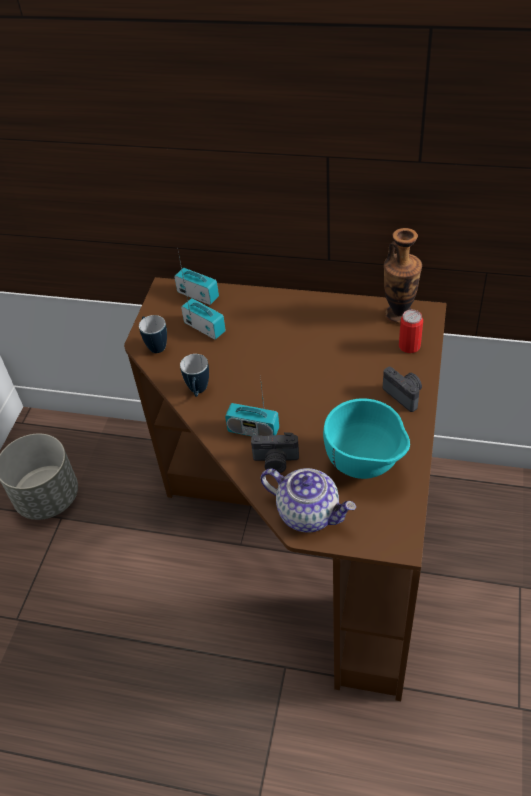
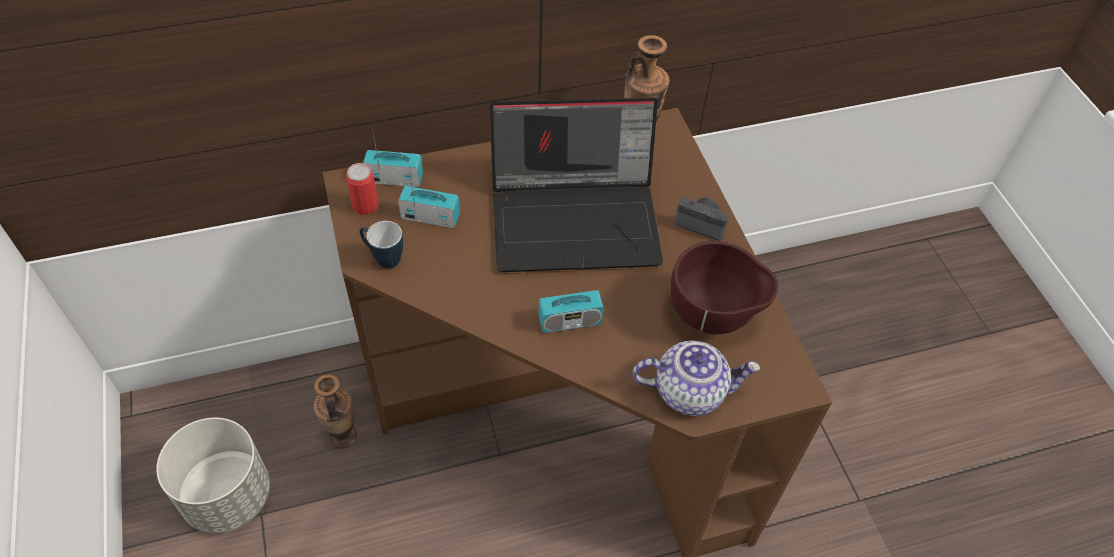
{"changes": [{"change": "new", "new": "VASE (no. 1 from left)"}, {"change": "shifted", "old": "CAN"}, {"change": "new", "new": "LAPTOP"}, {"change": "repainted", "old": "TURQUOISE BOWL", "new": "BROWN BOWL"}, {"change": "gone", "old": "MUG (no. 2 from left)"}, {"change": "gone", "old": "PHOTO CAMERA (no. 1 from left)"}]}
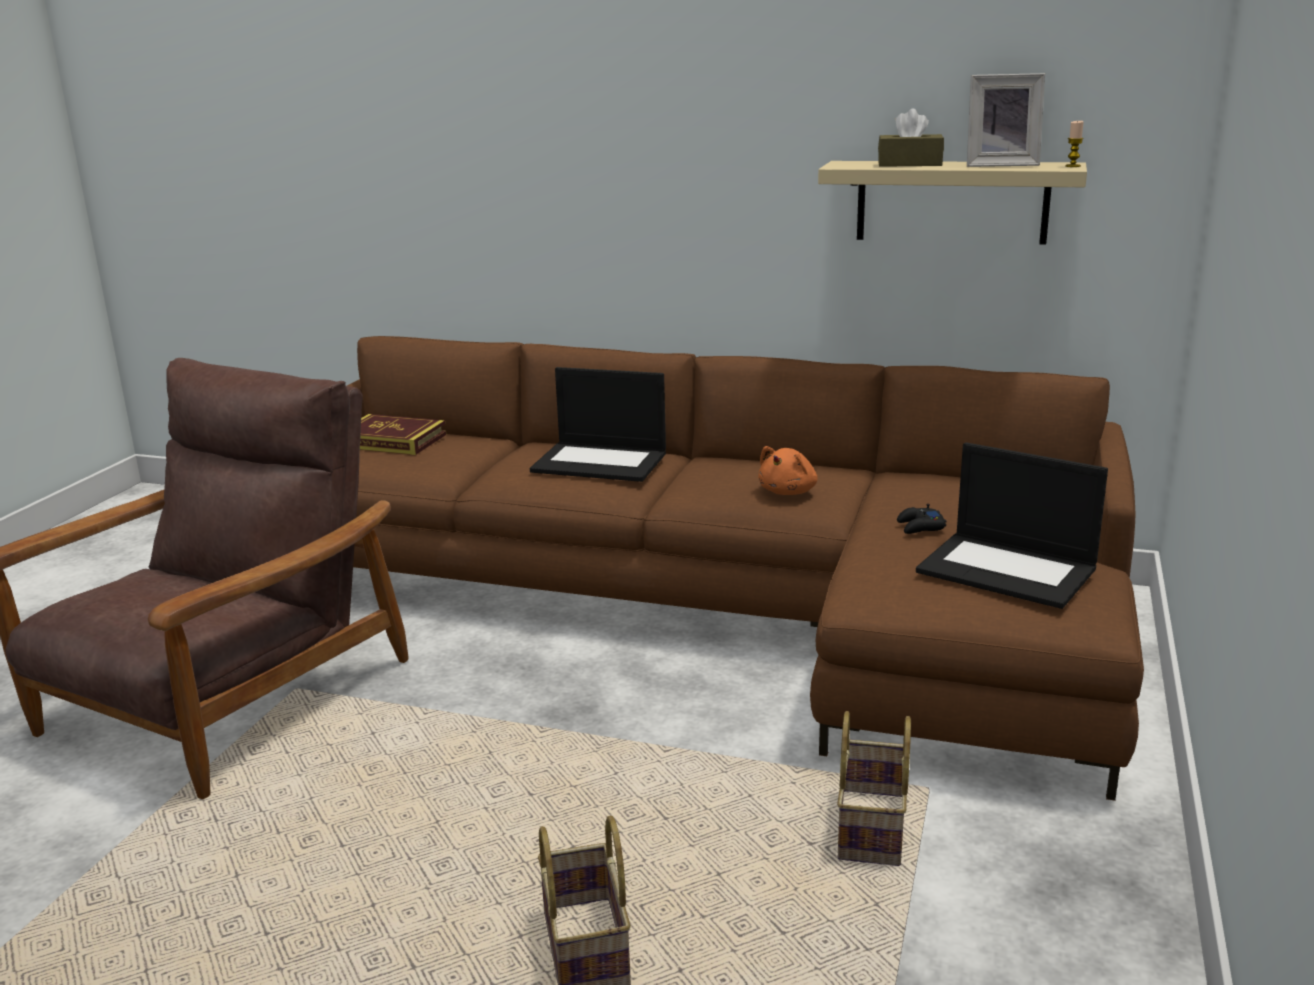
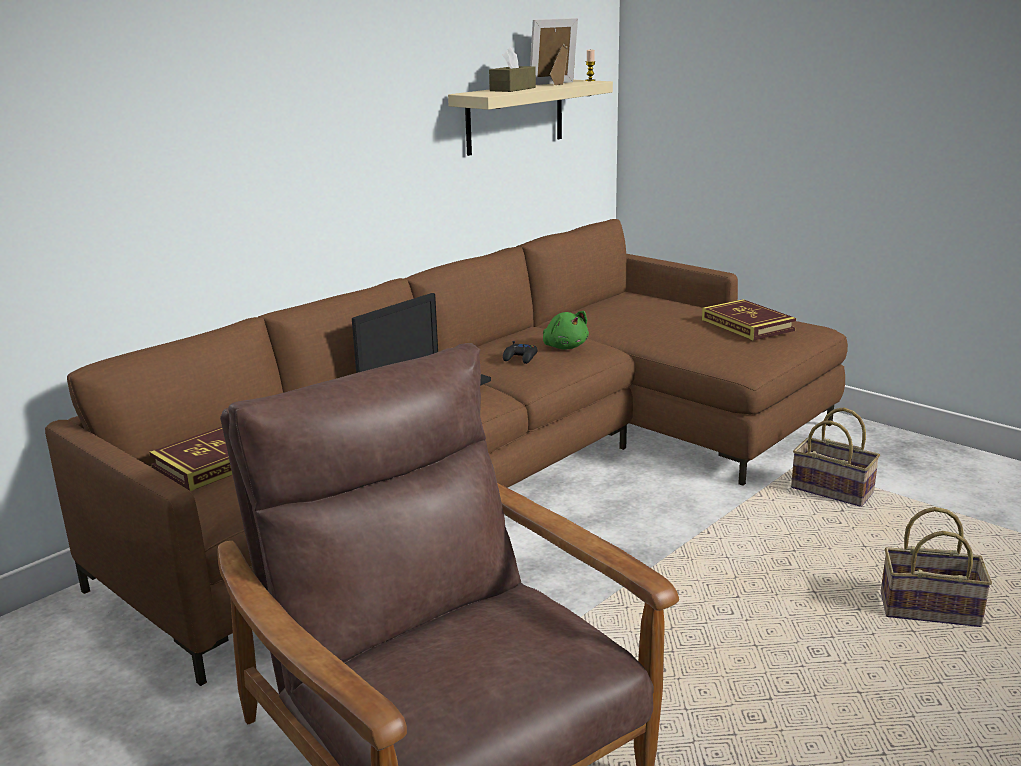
{"changes": [{"change": "shifted", "old": "BLACK GAME CONTROLLER"}, {"change": "rotated", "old": "PICTURE FRAME", "degrees": -150}, {"change": "repainted", "old": "ORANGE PLUSH TOY", "new": "GREEN PLUSH TOY"}, {"change": "swapped", "old": "LAPTOP (no. 2 from left)", "new": "BOOK (no. 2 from left)"}]}
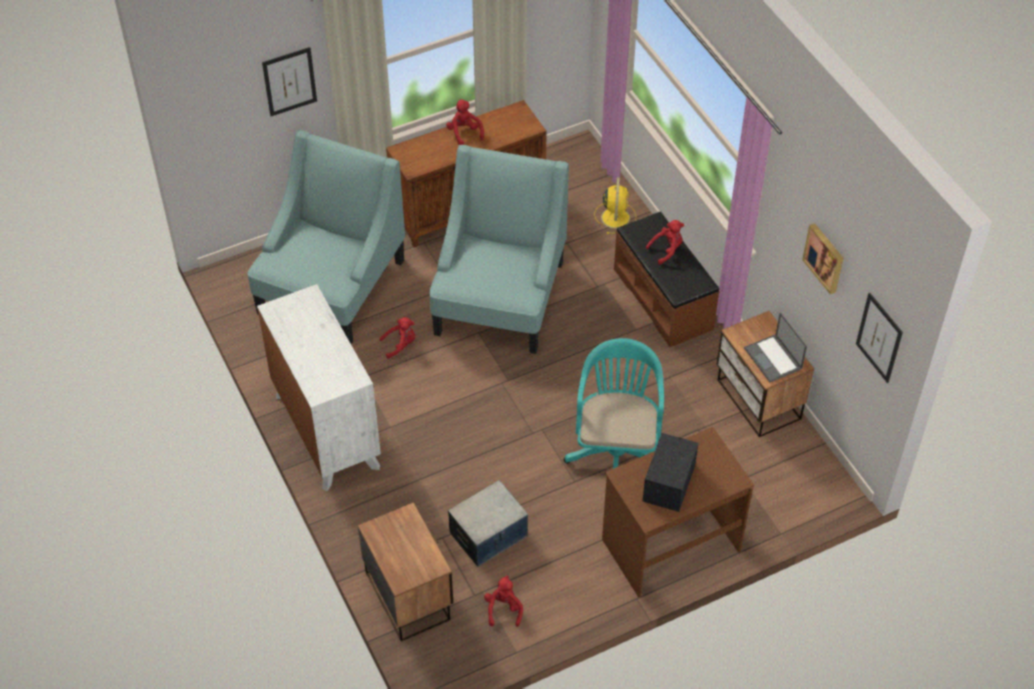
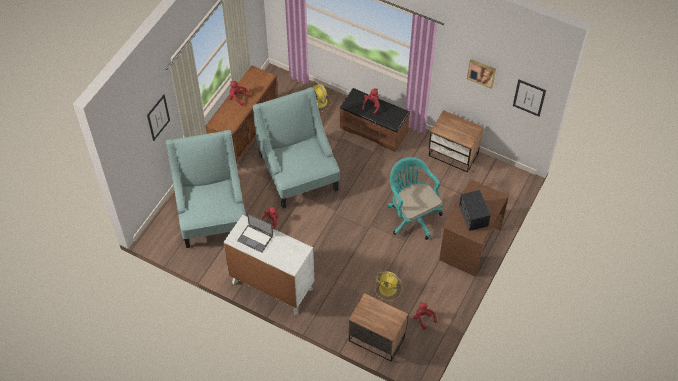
{"changes": [{"change": "shifted", "old": "LAPTOP"}, {"change": "swapped", "old": "STORAGE BOX", "new": "YELLOW FAN (no. 2 from left)"}]}
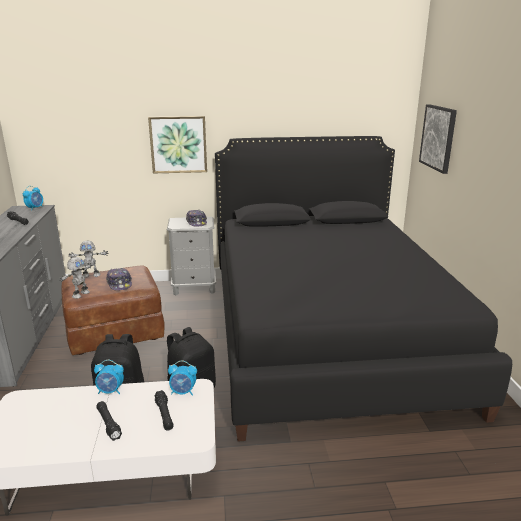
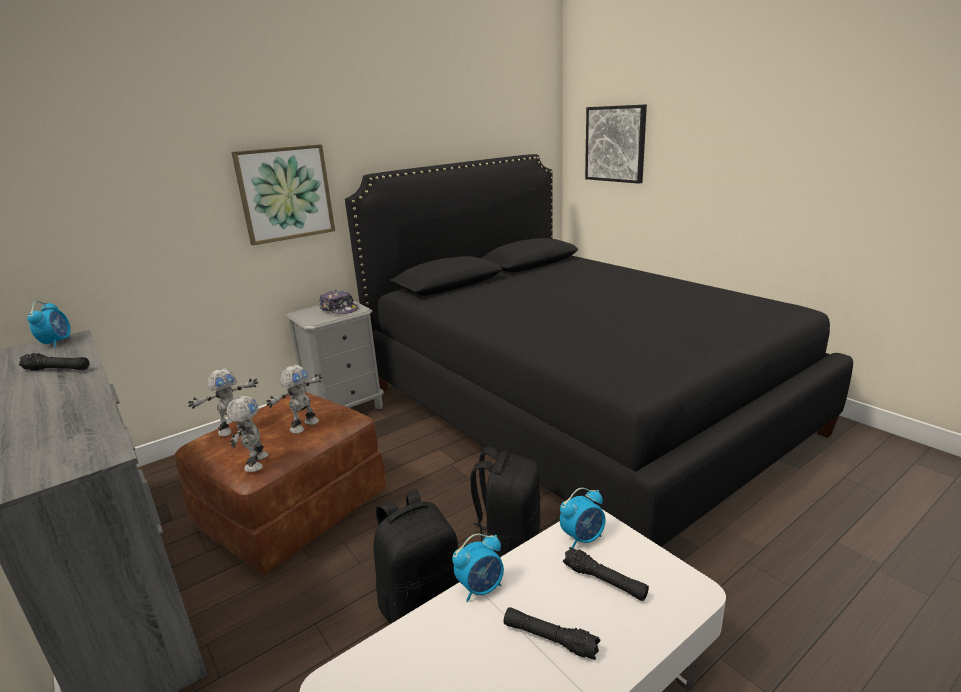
{"changes": [{"change": "swapped", "old": "CAP (no. 1 from left)", "new": "TOY ROBOT (no. 3 from left)"}]}
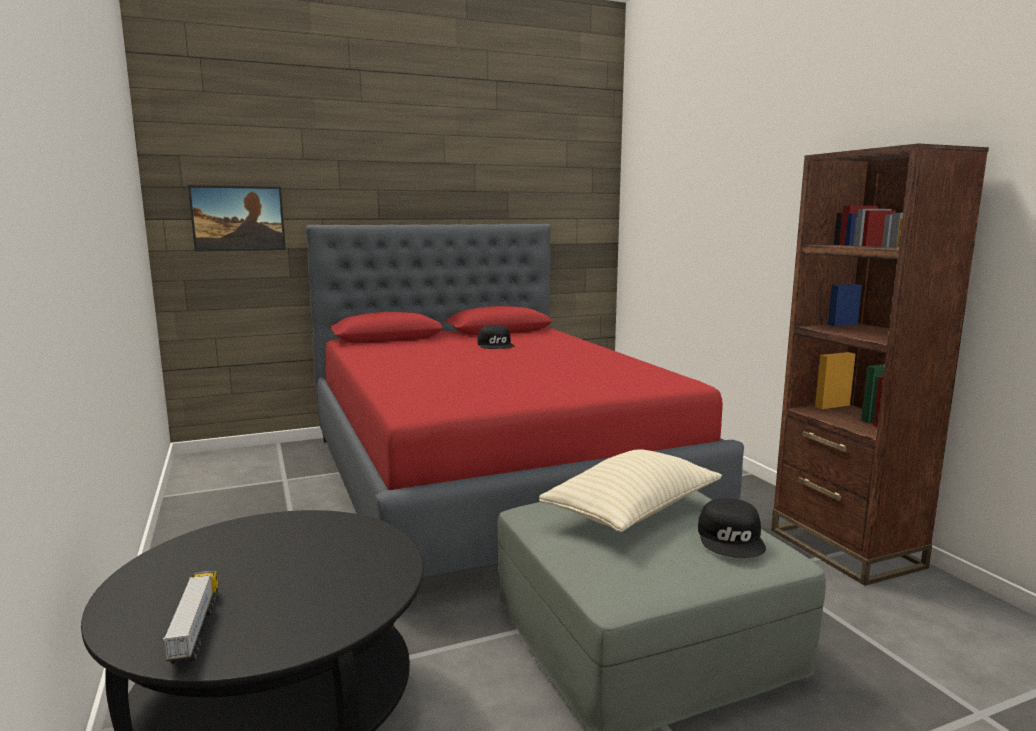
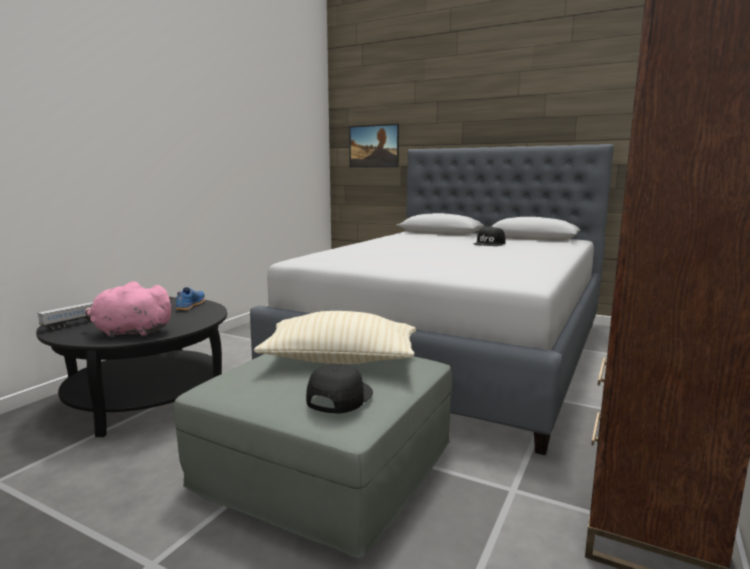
{"changes": [{"change": "new", "new": "PINK PLUSH TOY"}, {"change": "new", "new": "BLUE SHOE"}, {"change": "repainted", "old": "RED BED", "new": "GREY BED"}, {"change": "rotated", "old": "BLACK CAP (no. 2 from left in the first image)", "degrees": 150}]}
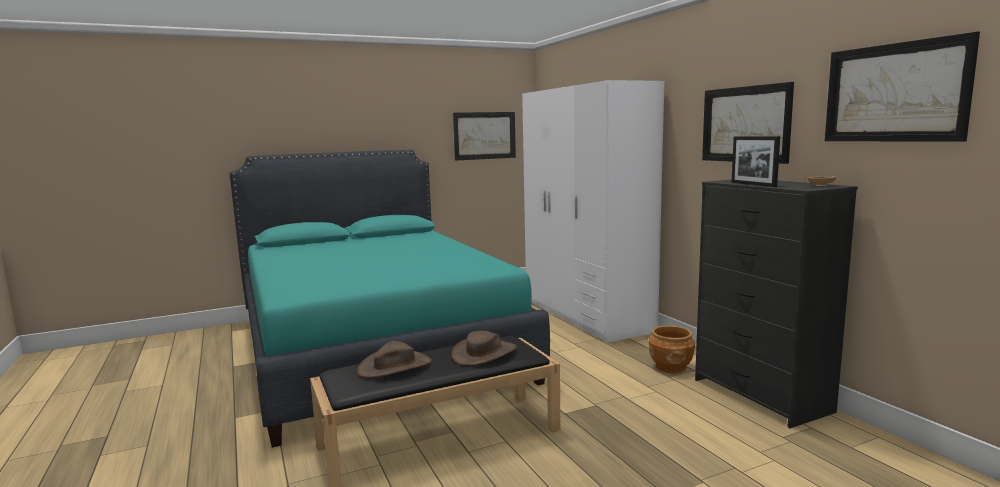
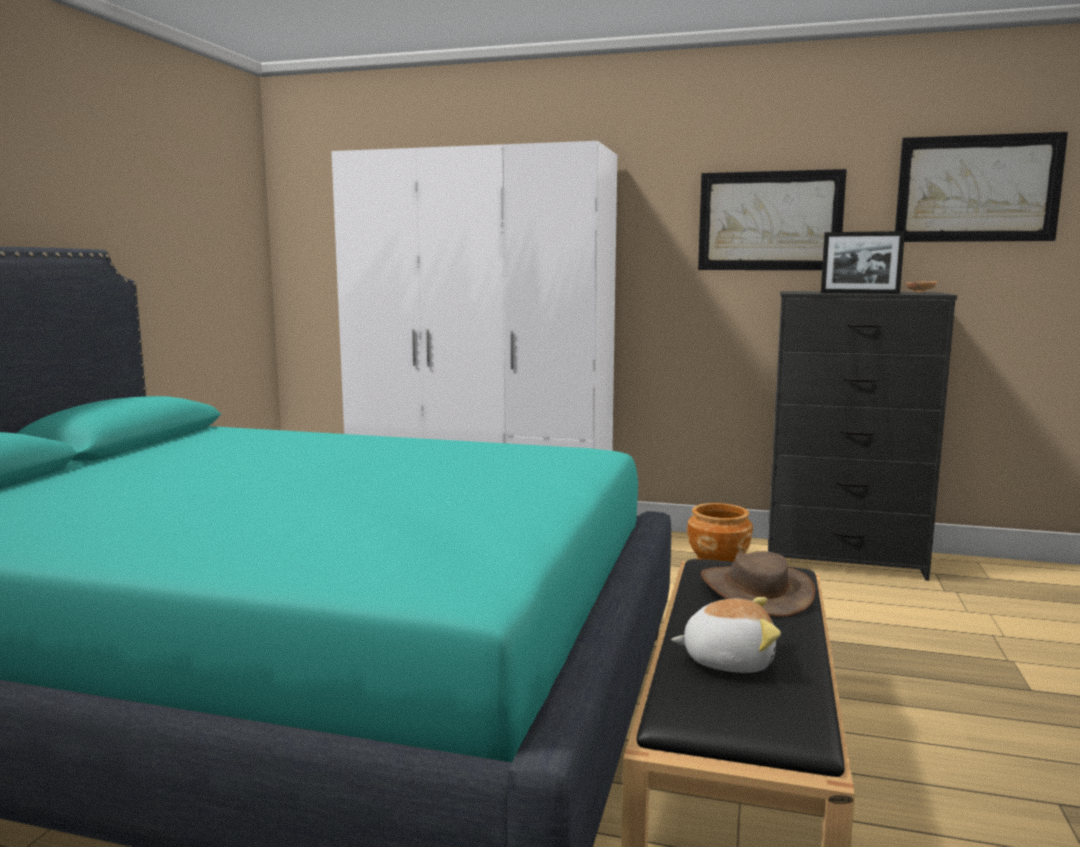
{"changes": [{"change": "swapped", "old": "BROWN HAT (no. 1 from left)", "new": "PLUSH TOY"}, {"change": "gone", "old": "PICTURE (no. 1 from left)"}]}
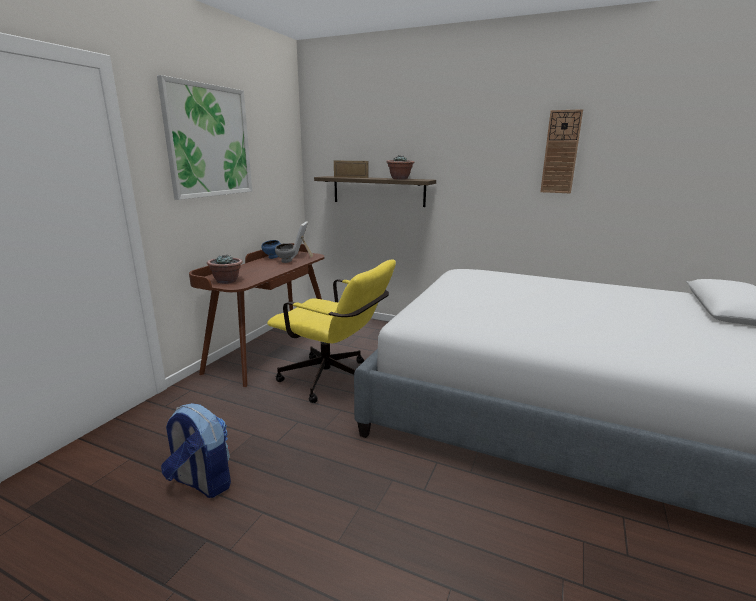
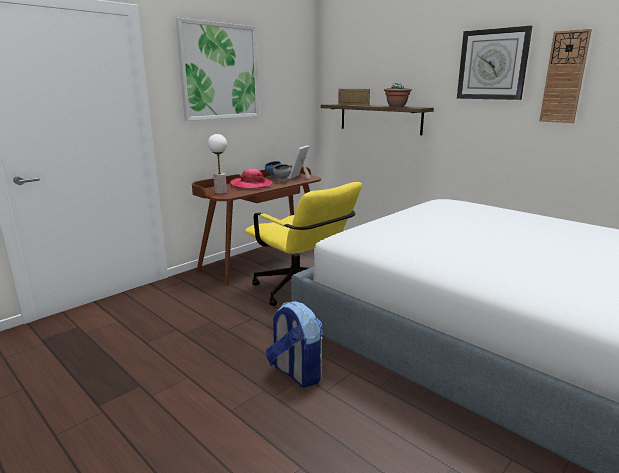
{"changes": [{"change": "swapped", "old": "POTTED PLANT (no. 1 from left)", "new": "TABLE LAMP"}, {"change": "new", "new": "HAT"}, {"change": "shifted", "old": "BACKPACK"}, {"change": "new", "new": "WALL CLOCK (no. 1 from left)"}]}
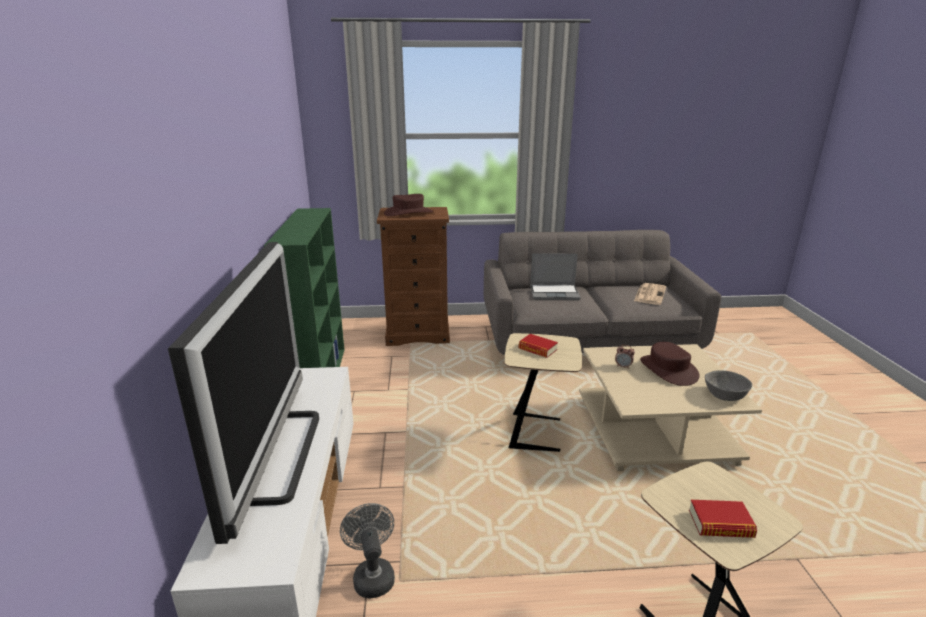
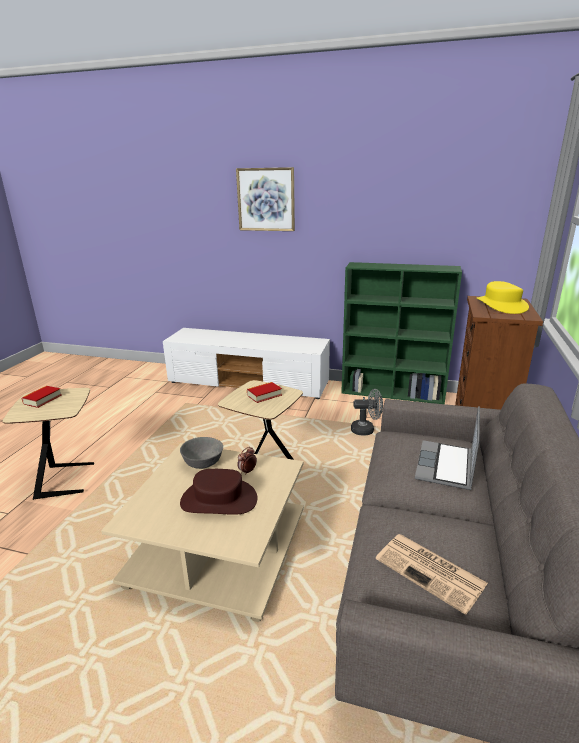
{"changes": [{"change": "shifted", "old": "GREY BOWL"}, {"change": "new", "new": "PICTURE"}, {"change": "shifted", "old": "GREY FAN"}, {"change": "repainted", "old": "BROWN HAT (no. 1 from left)", "new": "YELLOW HAT"}, {"change": "gone", "old": "TELEVISION"}]}
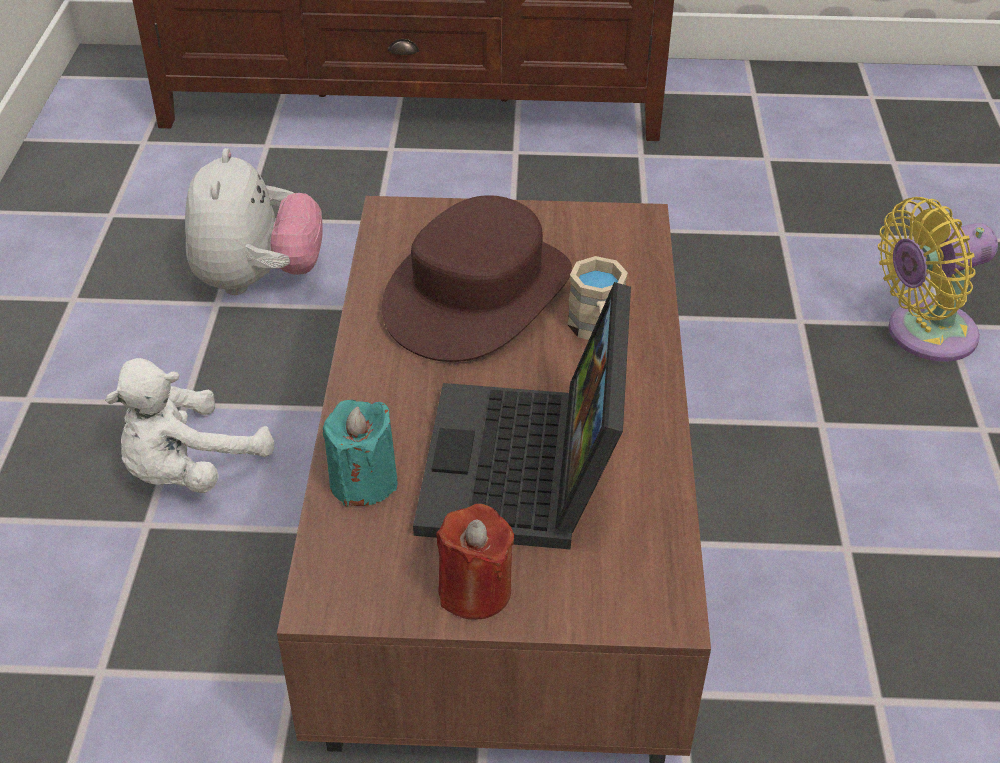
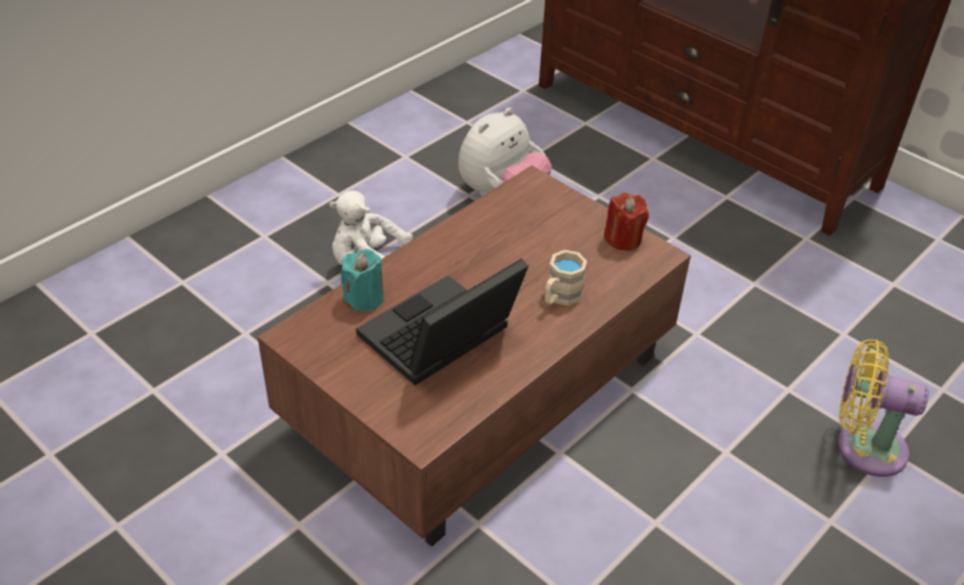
{"changes": [{"change": "shifted", "old": "RED CANDLE"}, {"change": "gone", "old": "BROWN HAT"}]}
